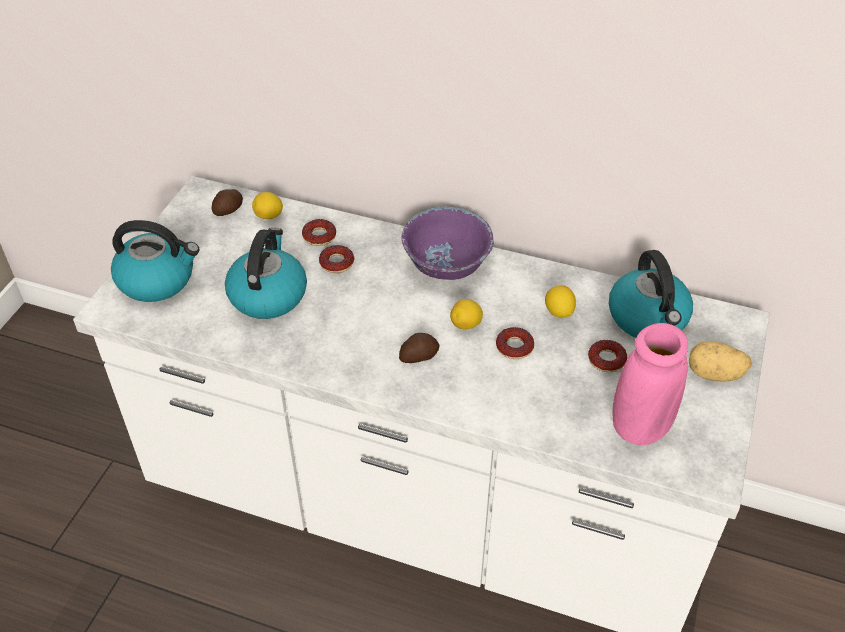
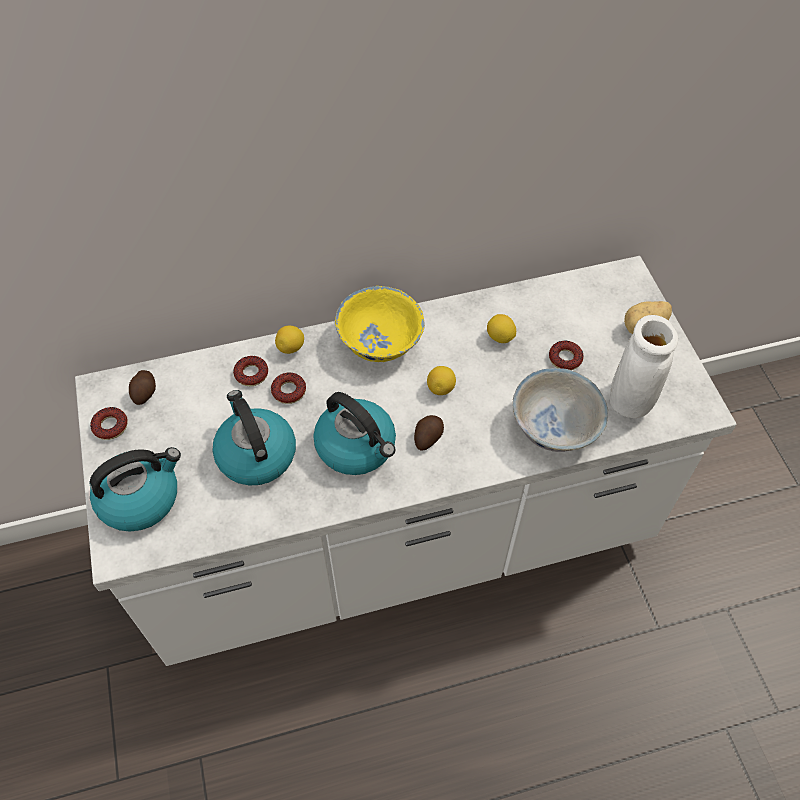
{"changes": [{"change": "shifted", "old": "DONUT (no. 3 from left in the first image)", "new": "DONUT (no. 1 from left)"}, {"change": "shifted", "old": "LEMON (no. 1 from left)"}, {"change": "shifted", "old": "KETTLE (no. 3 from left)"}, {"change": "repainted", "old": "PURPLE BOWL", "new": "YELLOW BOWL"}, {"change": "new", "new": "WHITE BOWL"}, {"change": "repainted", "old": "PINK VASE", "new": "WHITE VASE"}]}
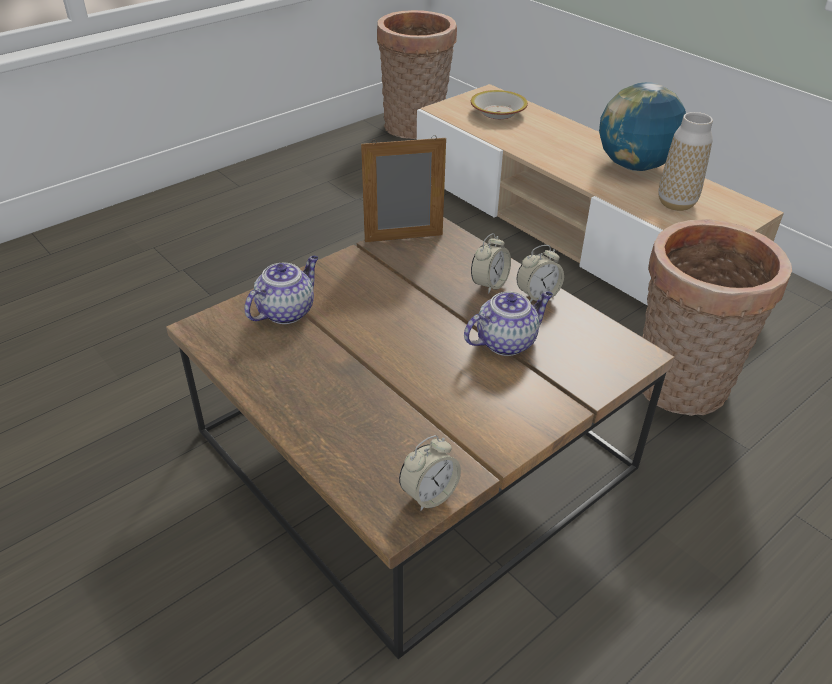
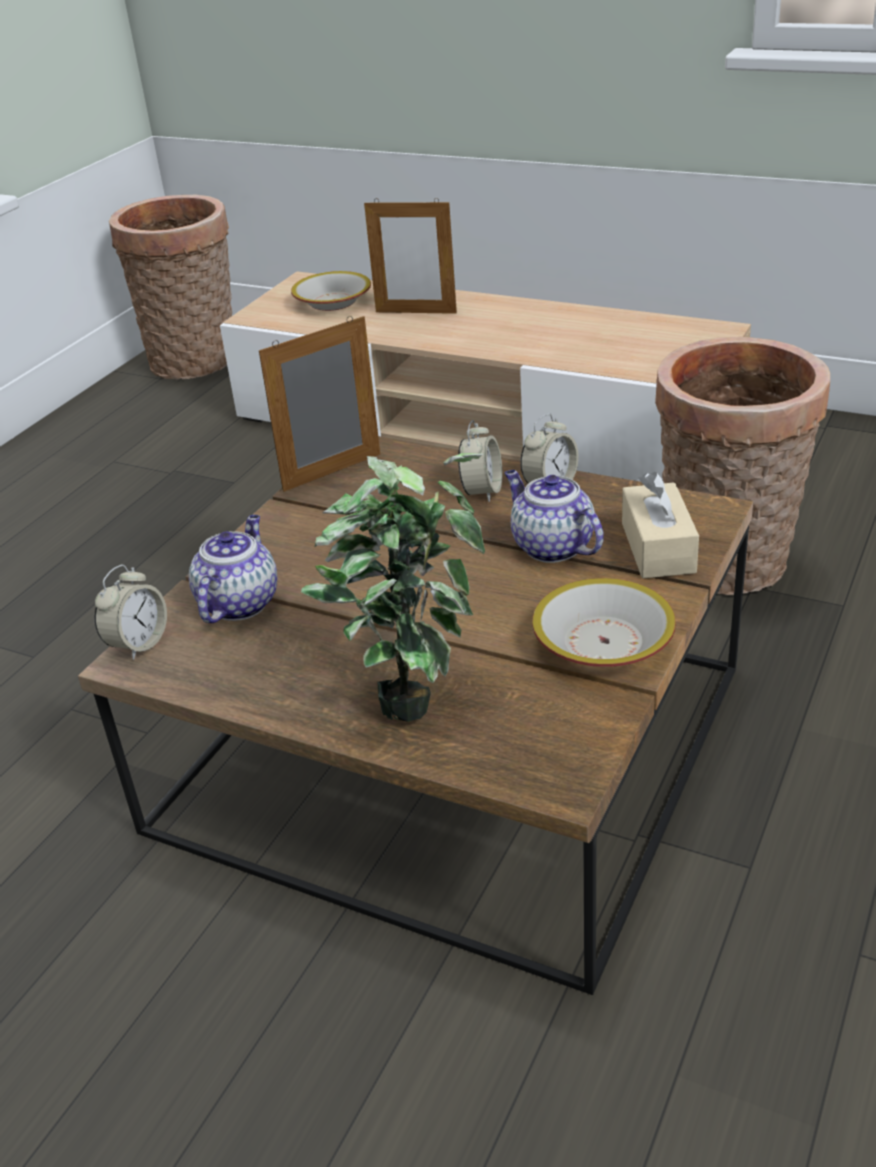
{"changes": [{"change": "shifted", "old": "ALARM CLOCK (no. 1 from left)"}, {"change": "new", "new": "POTTED PLANT"}, {"change": "new", "new": "PICTURE FRAME (no. 2 from left)"}, {"change": "rotated", "old": "TEAPOT (no. 2 from left)", "degrees": -75}, {"change": "new", "new": "BOWL (no. 2 from left)"}, {"change": "new", "new": "BEIGE TISSUE BOX"}, {"change": "gone", "old": "GLOBE"}, {"change": "gone", "old": "VASE"}]}
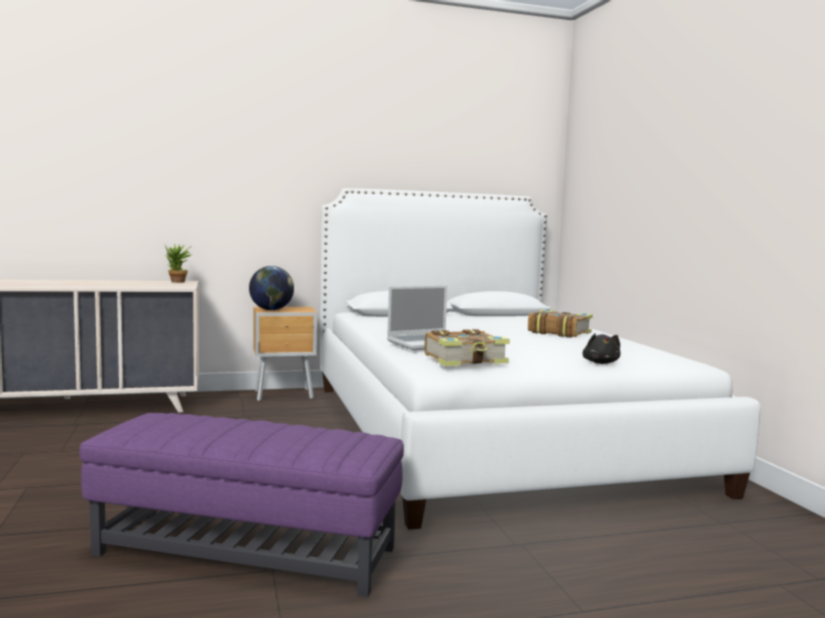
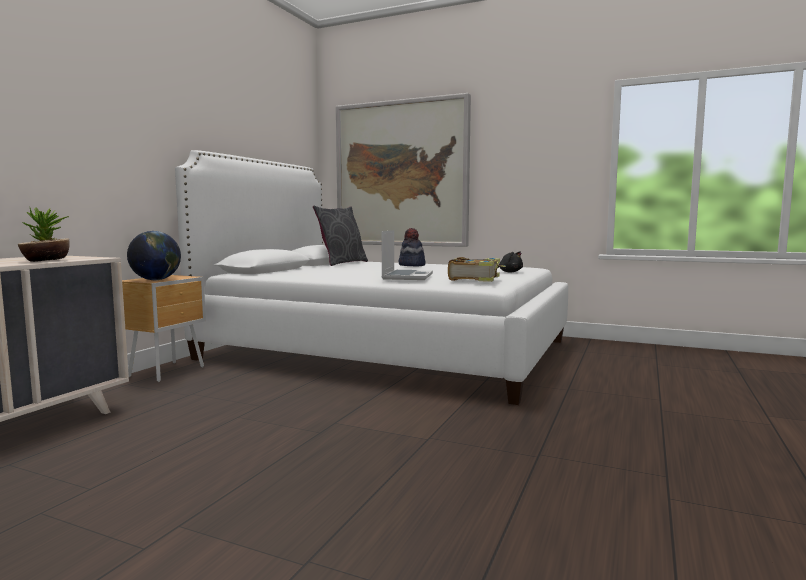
{"changes": [{"change": "new", "new": "BOWL"}, {"change": "new", "new": "GREY PILLOW"}, {"change": "new", "new": "PICTURE"}, {"change": "swapped", "old": "BOOK (no. 2 from left)", "new": "HAT"}, {"change": "gone", "old": "PURPLE OTTOMAN"}]}
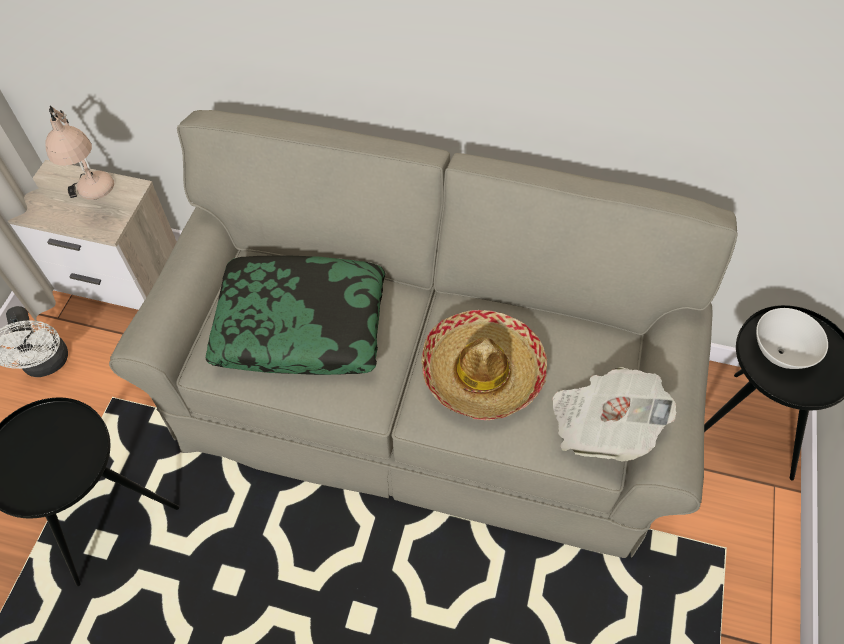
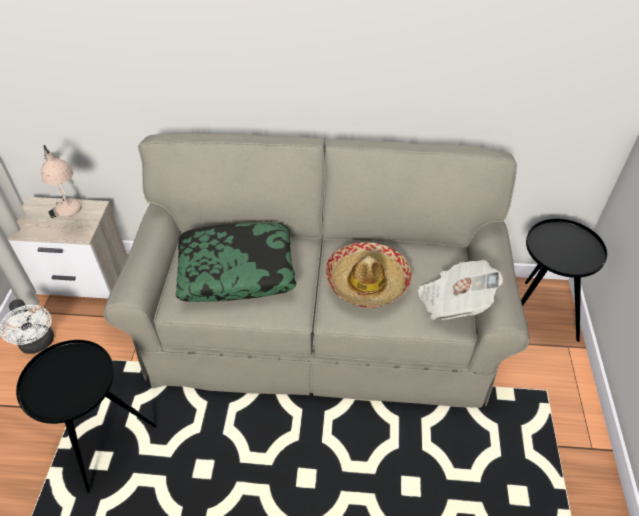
{"changes": [{"change": "gone", "old": "WHITE BOWL"}]}
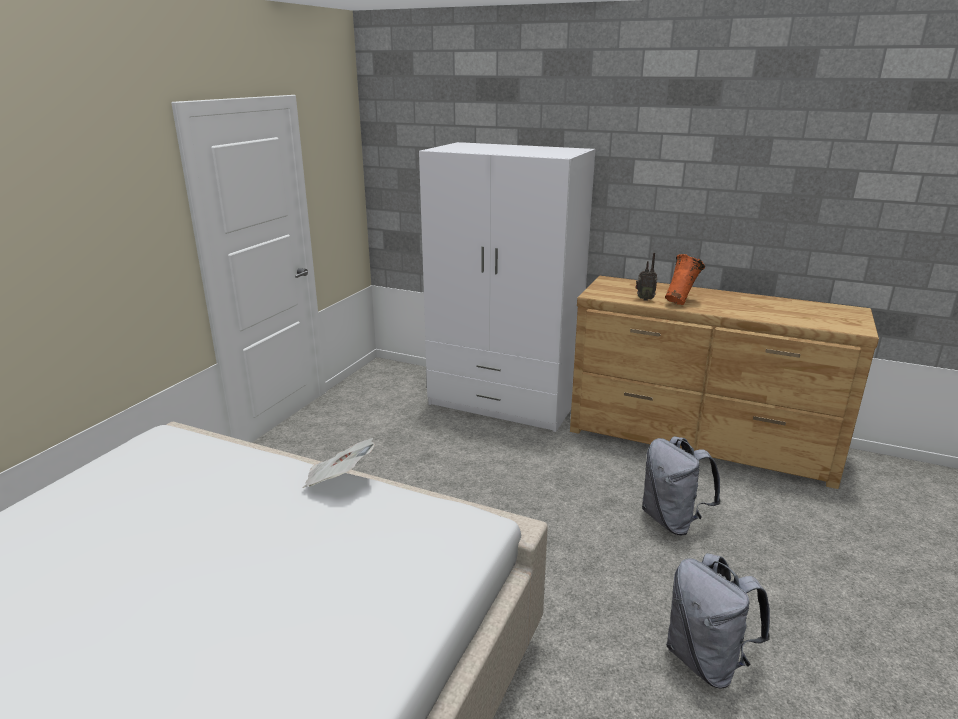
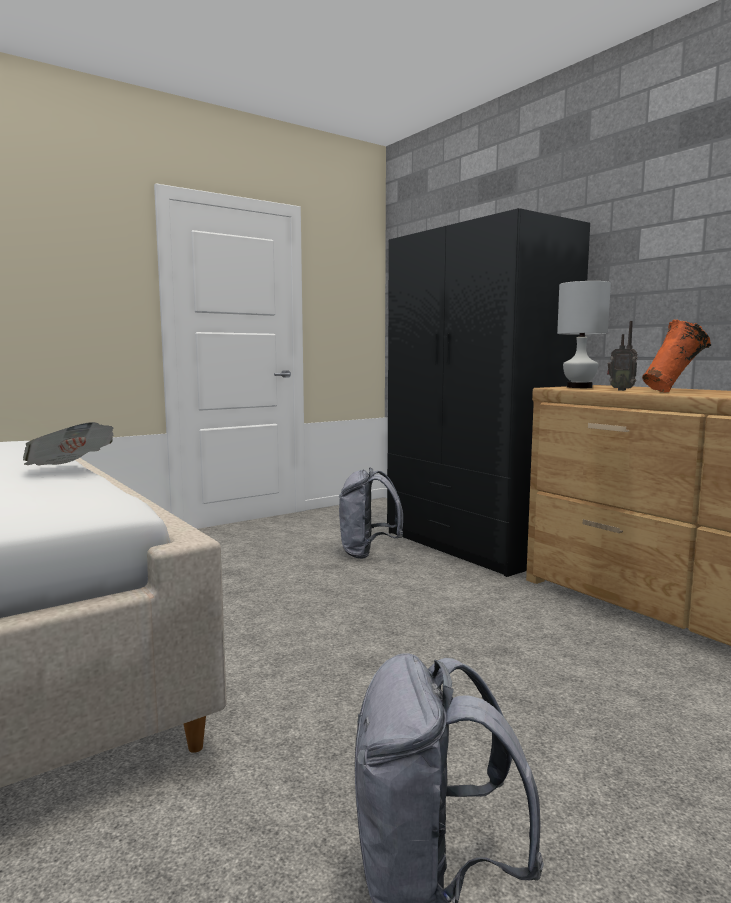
{"changes": [{"change": "shifted", "old": "GREY BACKPACK (no. 1 from left)"}, {"change": "repainted", "old": "WHITE WARDROBE", "new": "BLACK WARDROBE"}, {"change": "new", "new": "WHITE TABLE LAMP"}]}
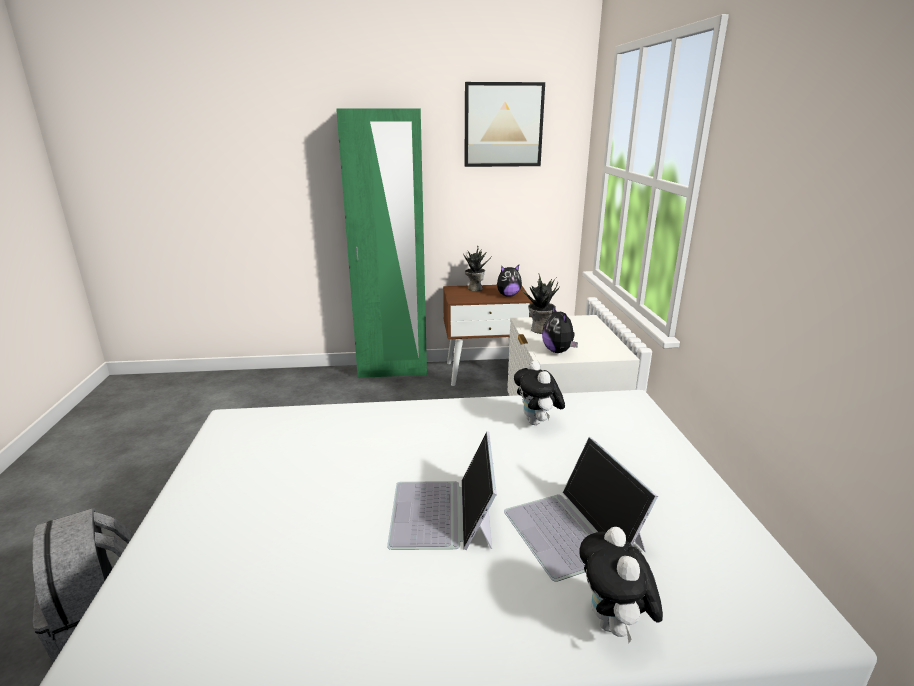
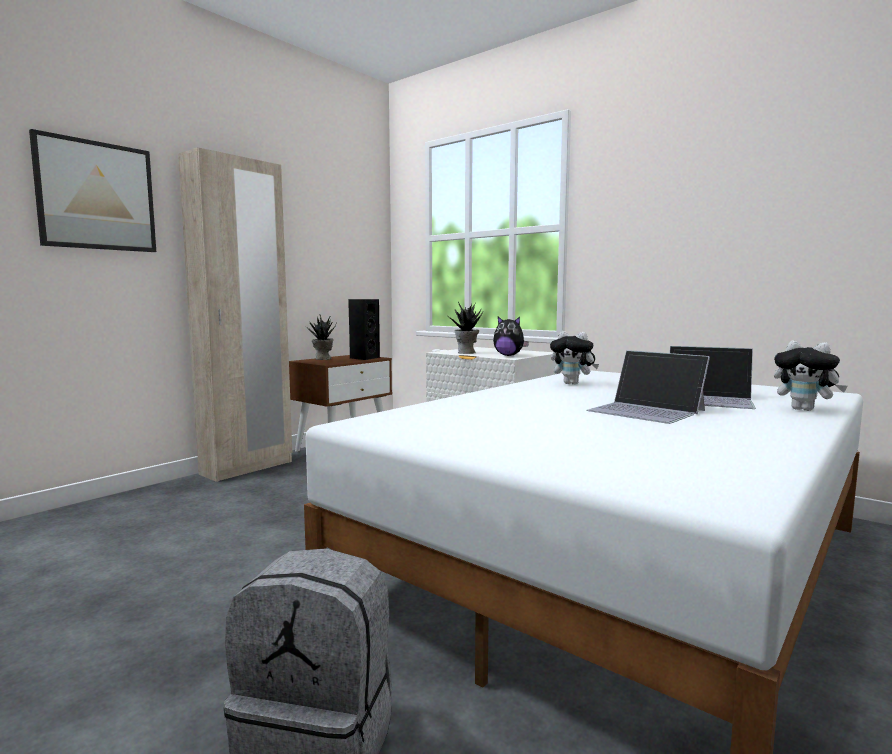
{"changes": [{"change": "shifted", "old": "PICTURE"}, {"change": "repainted", "old": "GREEN WARDROBE", "new": "BEIGE WARDROBE"}, {"change": "swapped", "old": "PLUSH TOY (no. 1 from left)", "new": "BLACK SPEAKER"}]}
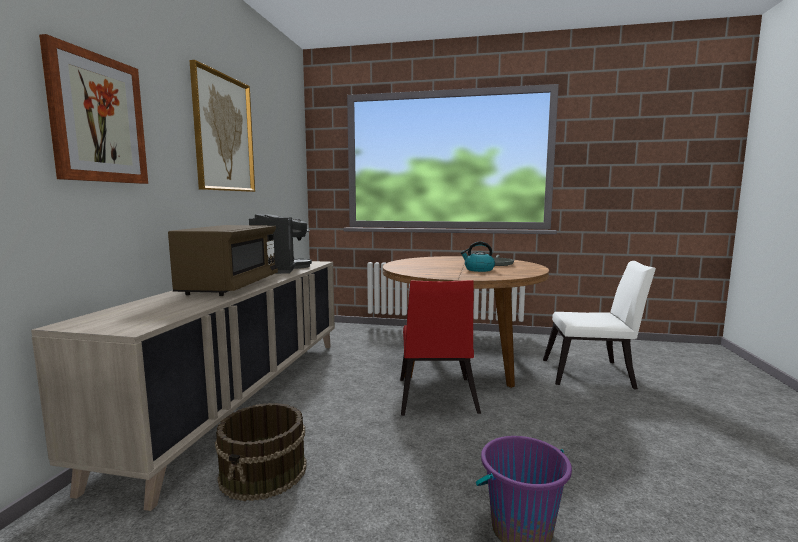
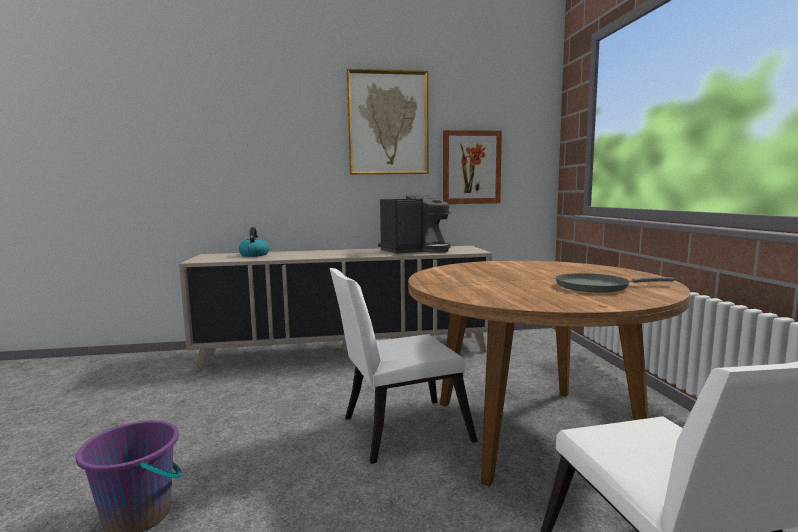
{"changes": [{"change": "shifted", "old": "KETTLE"}, {"change": "repainted", "old": "RED CHAIR", "new": "WHITE CHAIR (no. 1 from left)"}, {"change": "shifted", "old": "PICTURE (no. 1 from left in the first image)", "new": "PICTURE (no. 2 from left)"}, {"change": "gone", "old": "BROWN MICROWAVE"}, {"change": "gone", "old": "BROWN BUCKET"}]}
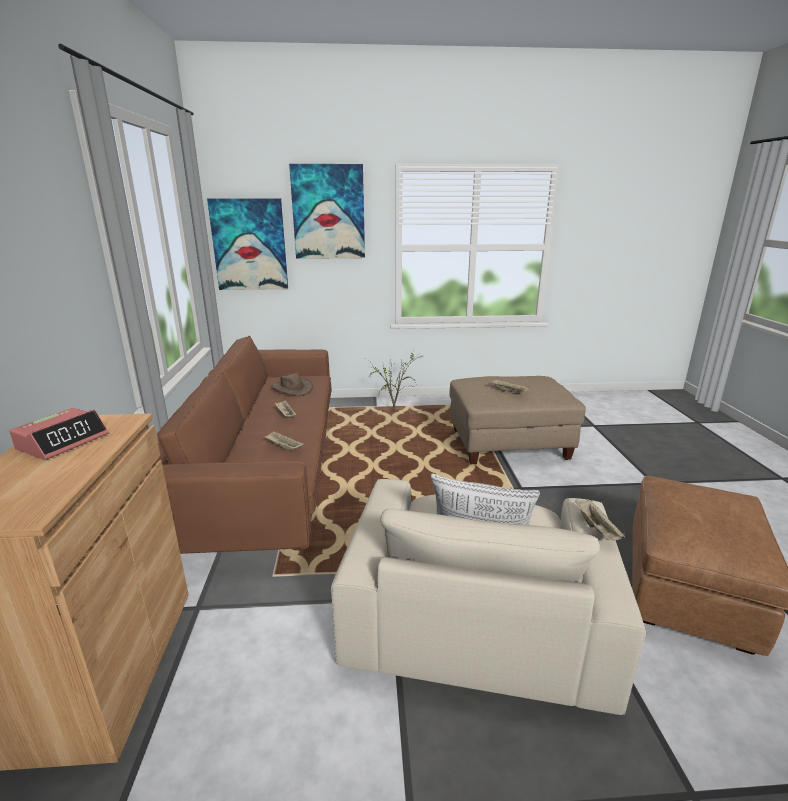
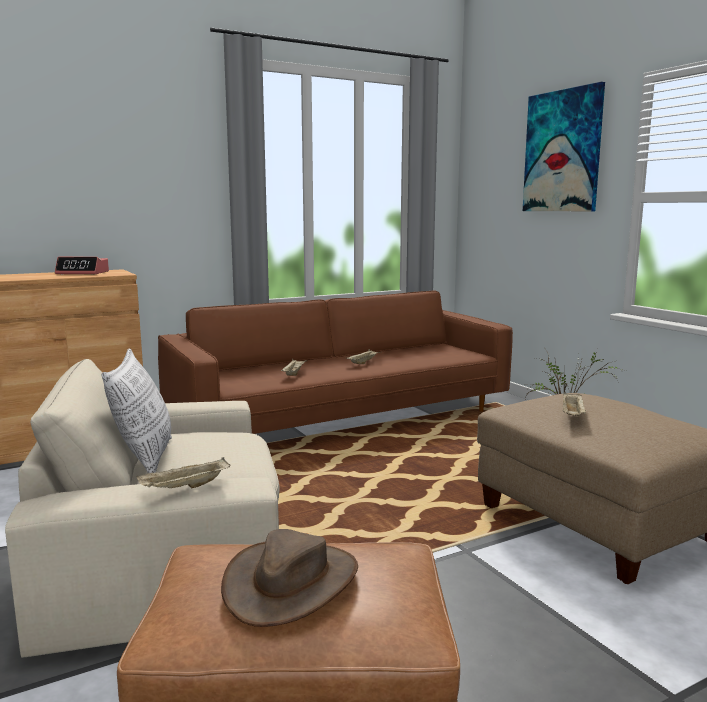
{"changes": [{"change": "shifted", "old": "BROWN HAT"}, {"change": "gone", "old": "PICTURE (no. 1 from left)"}]}
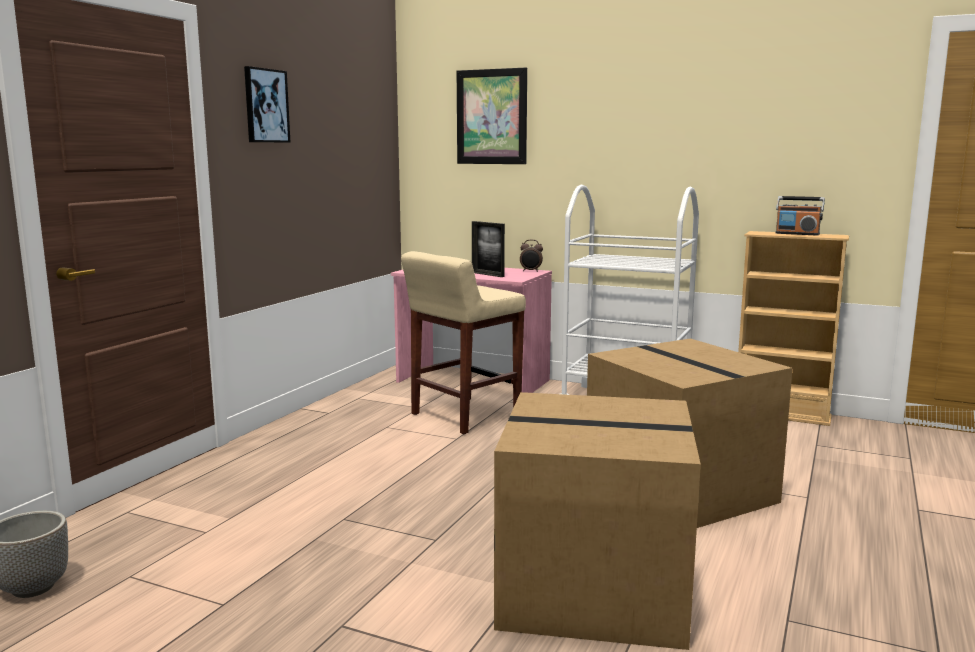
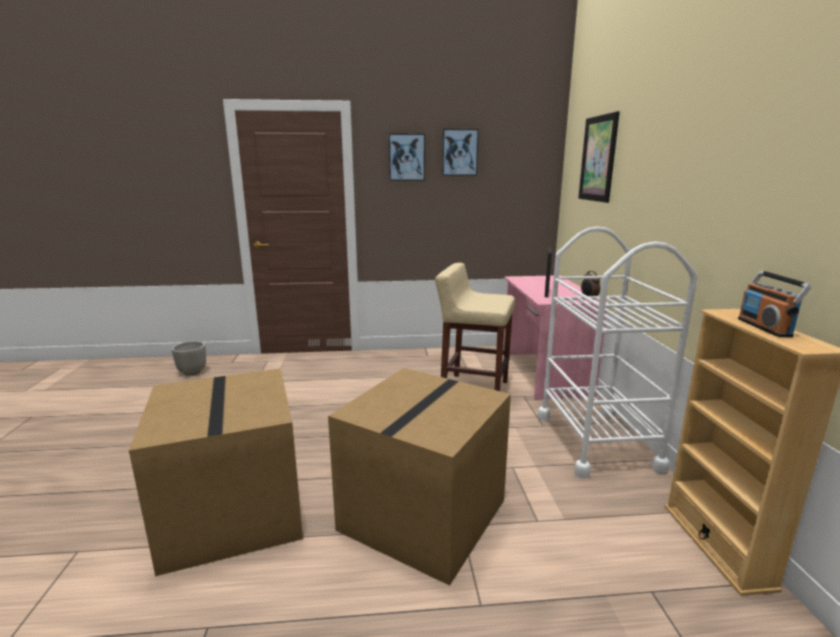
{"changes": [{"change": "new", "new": "PICTURE (no. 2 from left)"}]}
